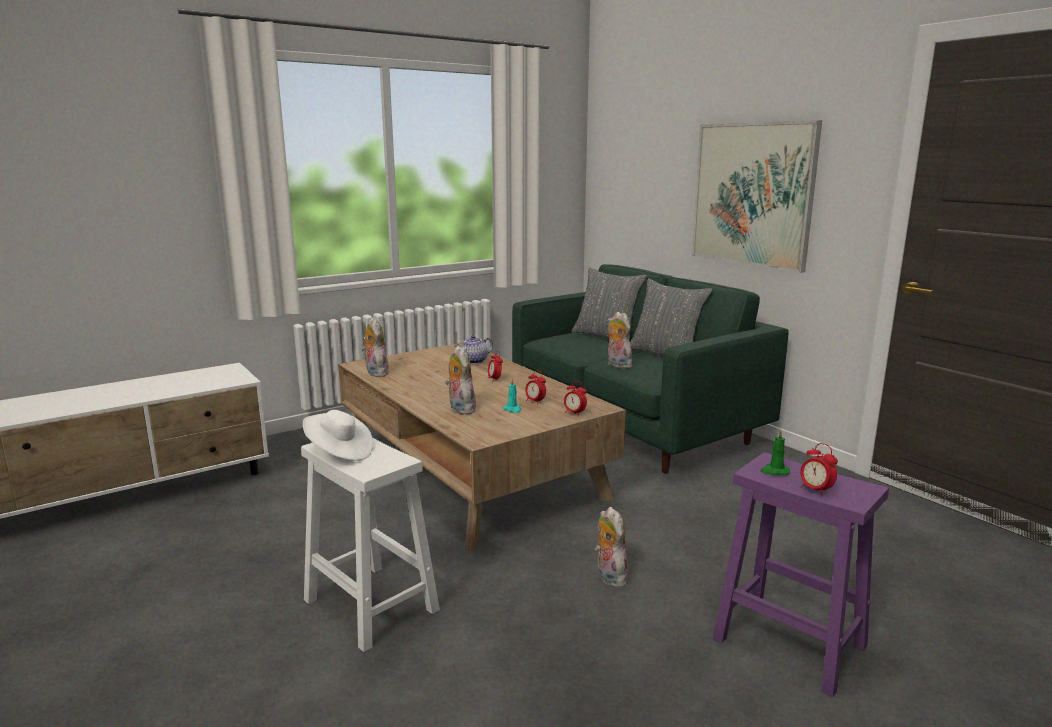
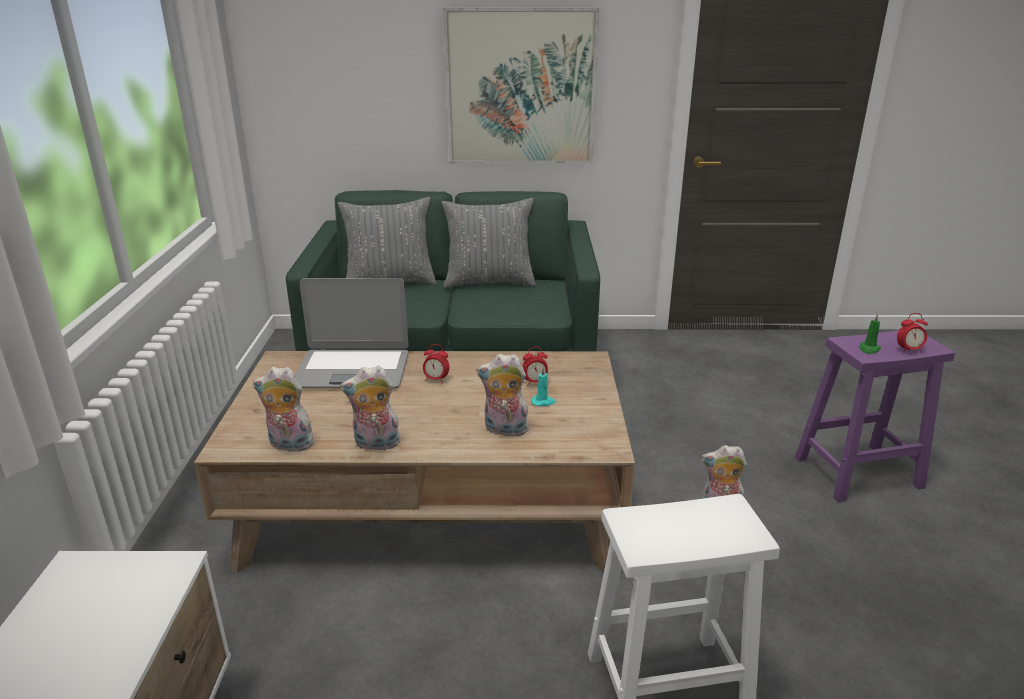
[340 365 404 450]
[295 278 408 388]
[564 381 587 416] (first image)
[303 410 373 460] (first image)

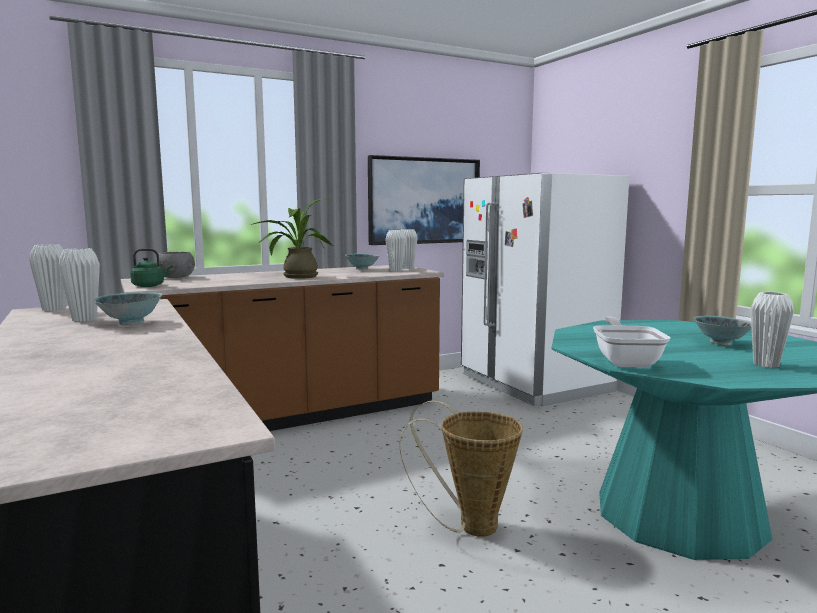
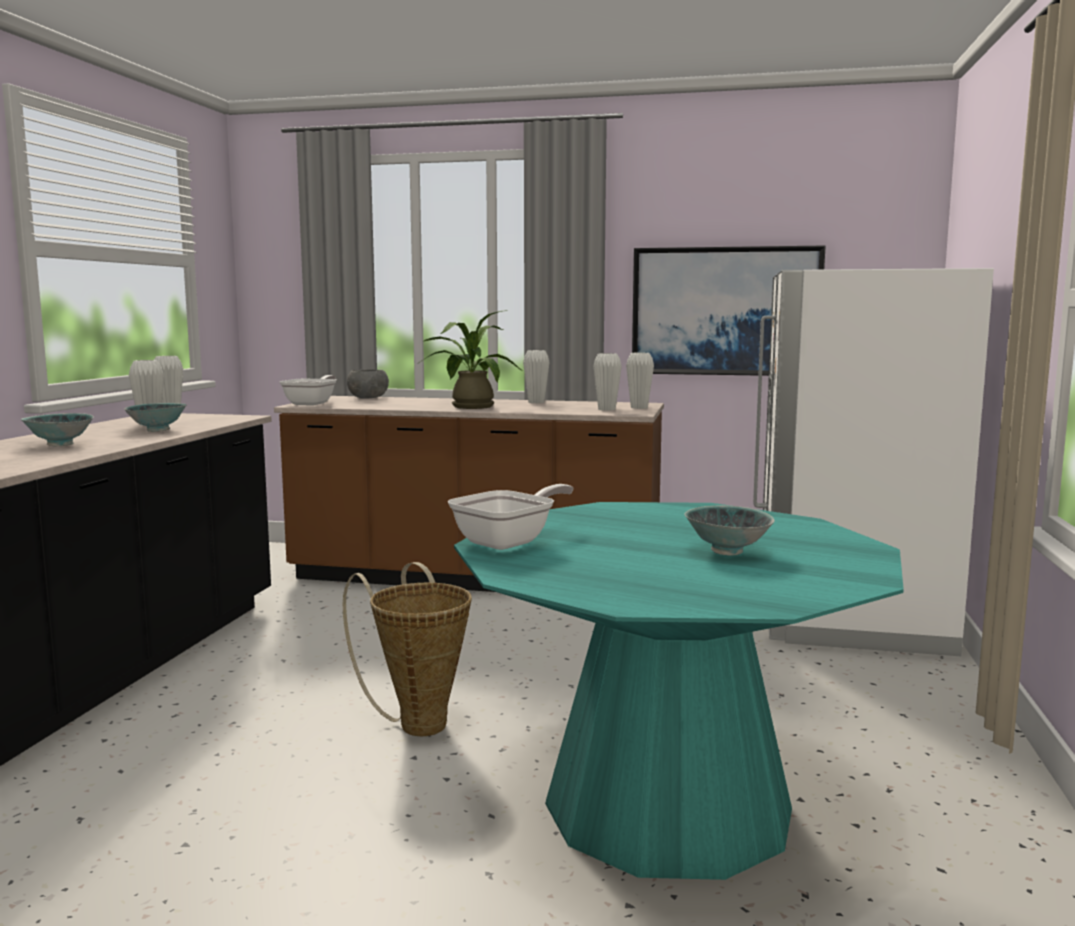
[279 375 336 406]
[21 413 94 446]
[523 350 550 403]

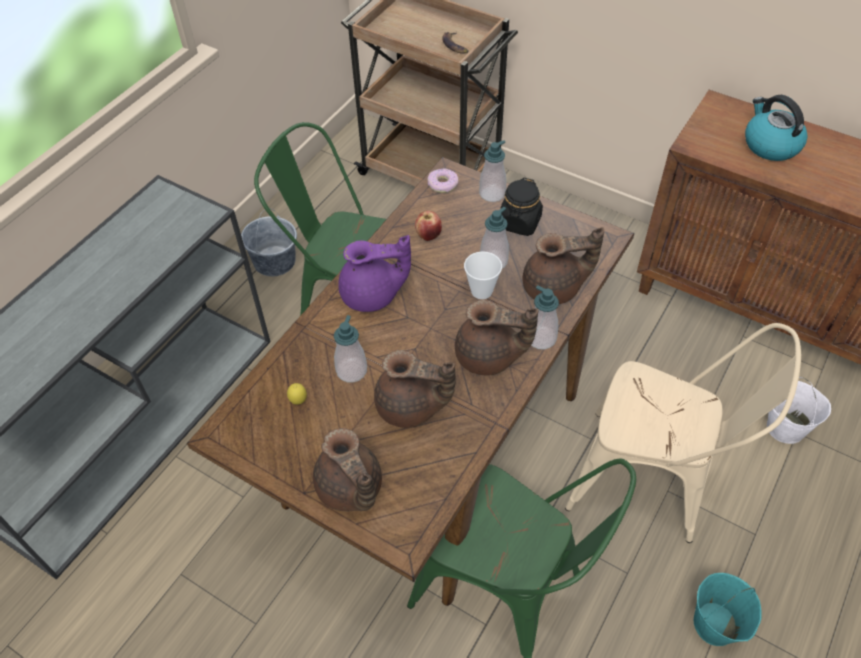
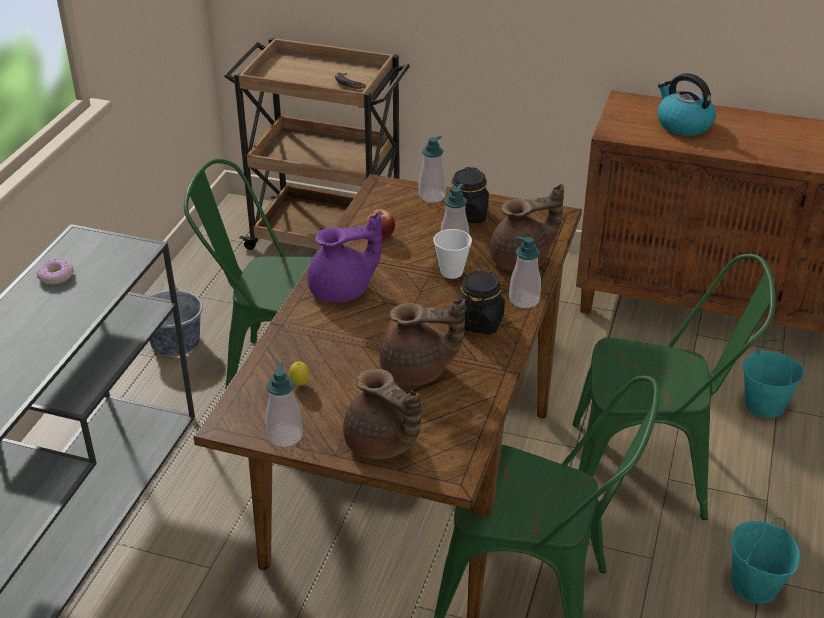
[36 259 73 284]
[458 270 505 334]
[266 362 303 447]
[572 254 776 520]
[743 340 805 418]

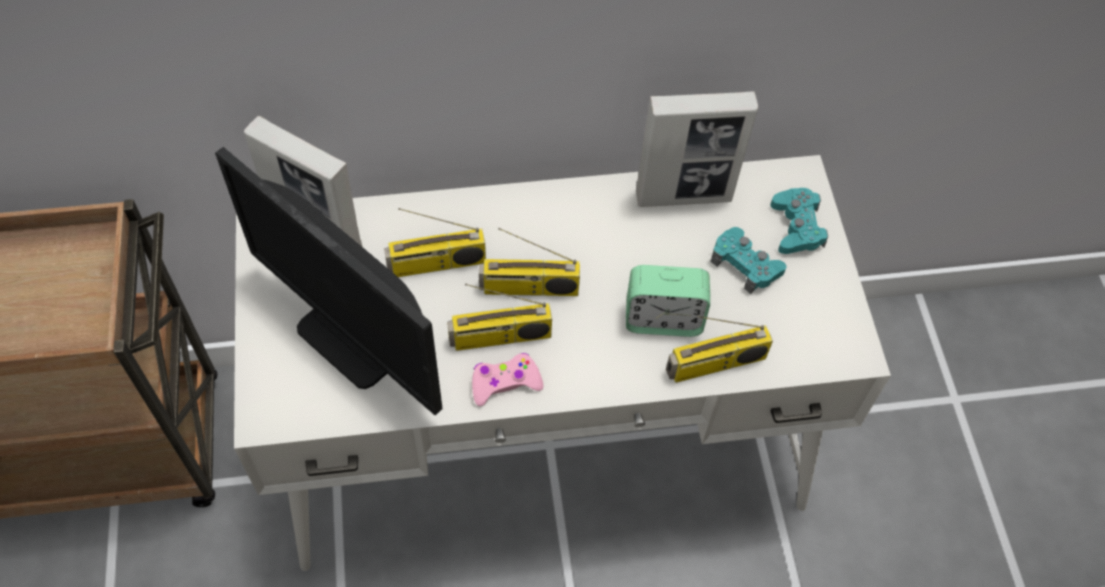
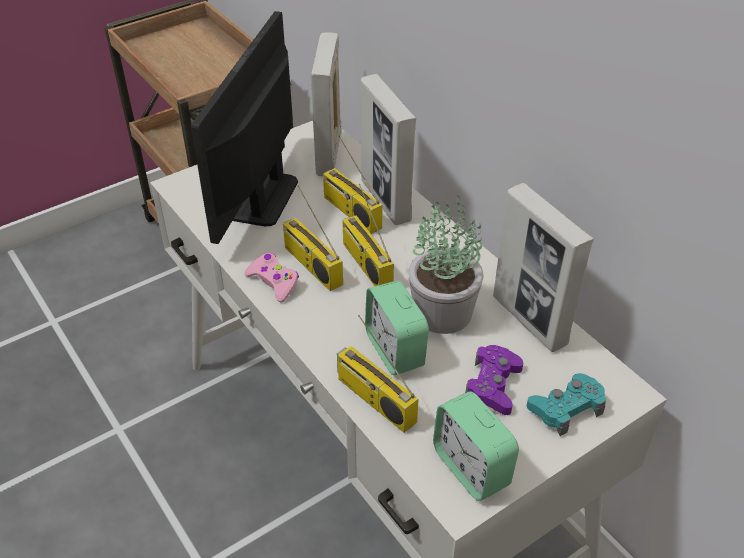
[465 345 523 415]
[361 74 416 225]
[409 195 484 334]
[433 391 519 501]

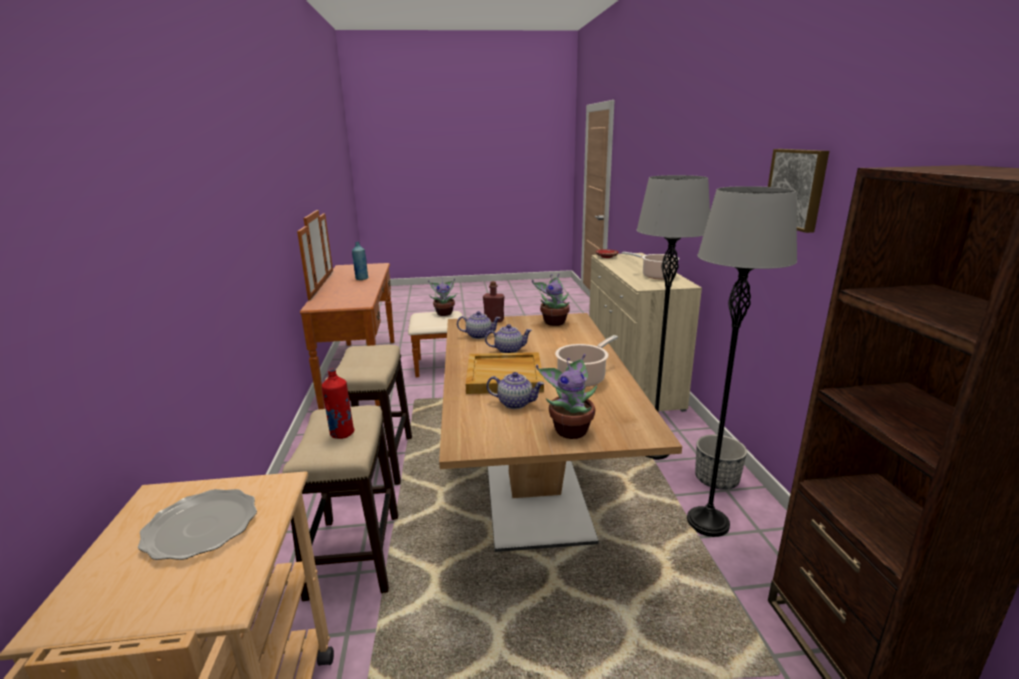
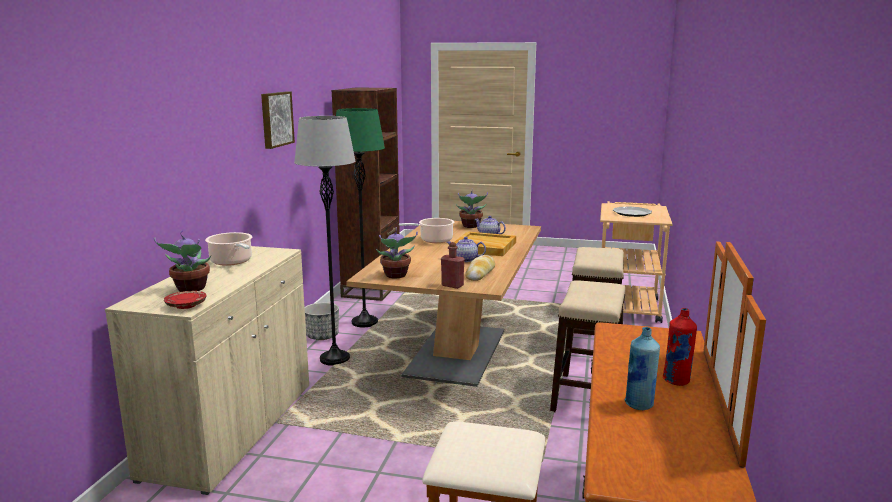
[336 108 385 327]
[154 231 211 292]
[465 255 495 281]
[663 308 697 386]

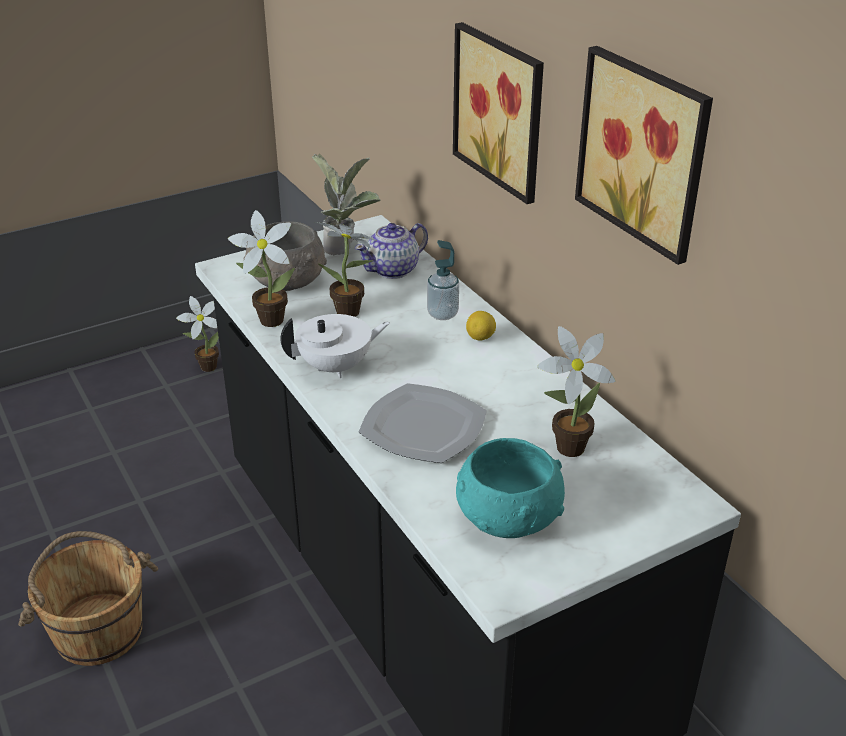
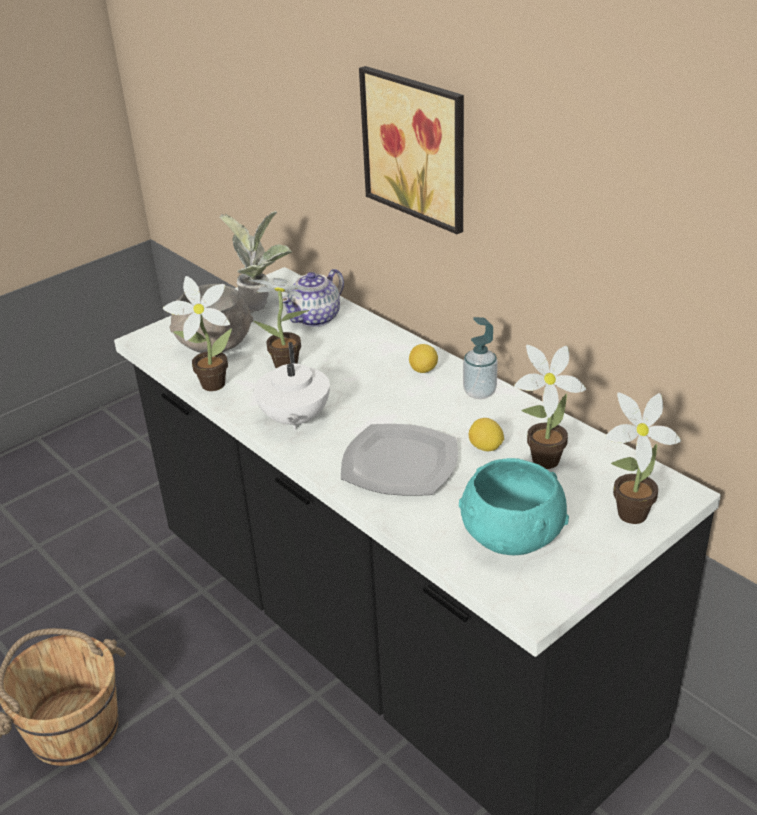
[575 46 713 265] (first image)
[463 317 498 399]
[605 393 681 524]
[254 342 330 431]
[469 418 504 451]

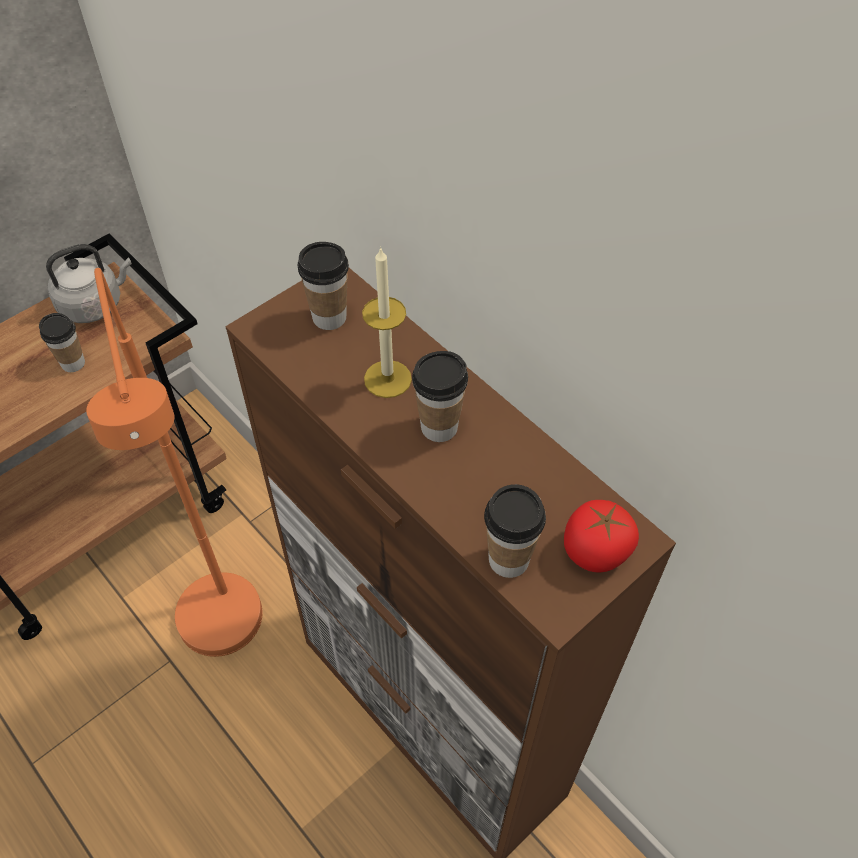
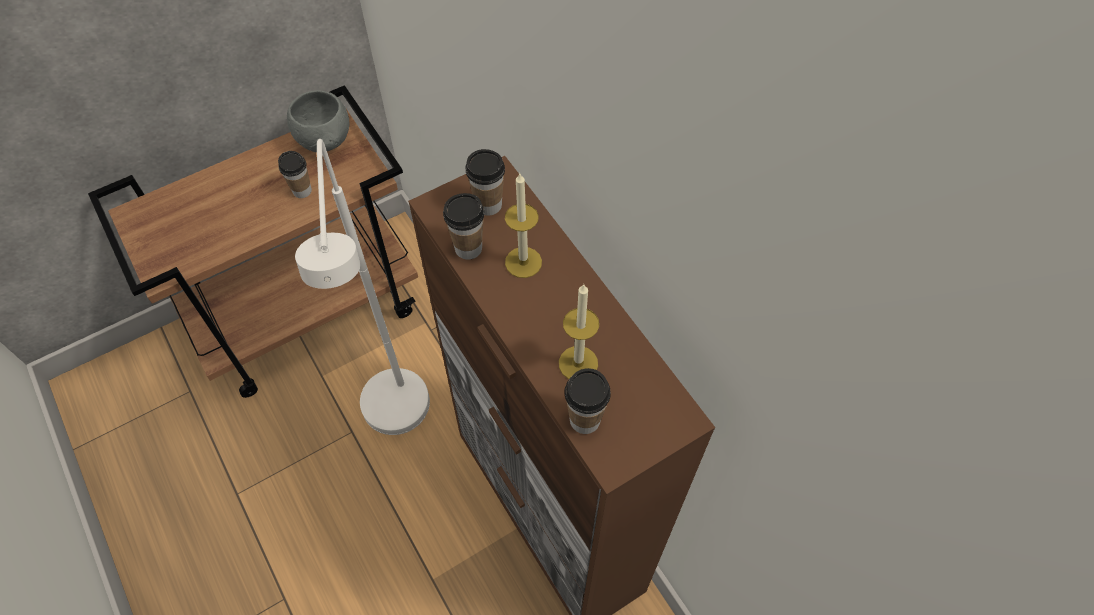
[287 90 349 152]
[295 139 430 435]
[443 193 484 260]
[564 500 639 572] (first image)
[559 284 599 379]

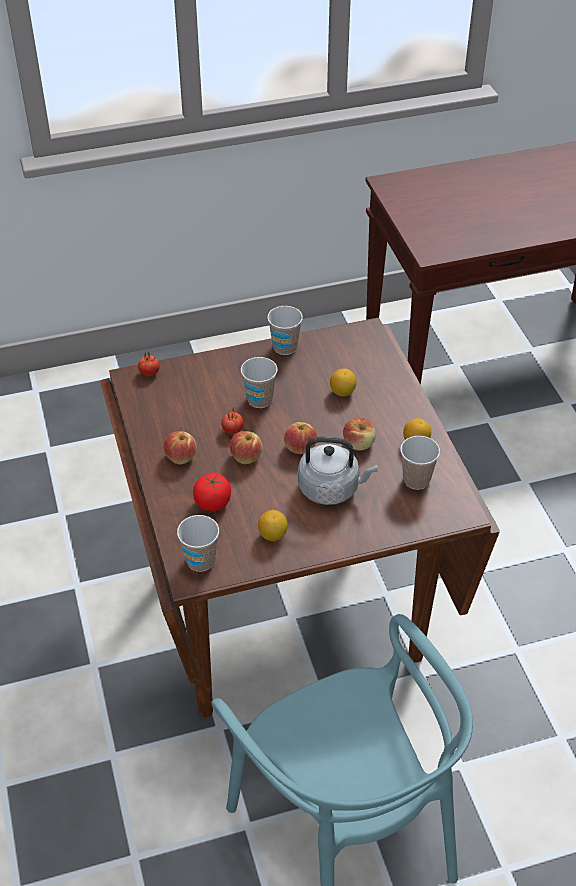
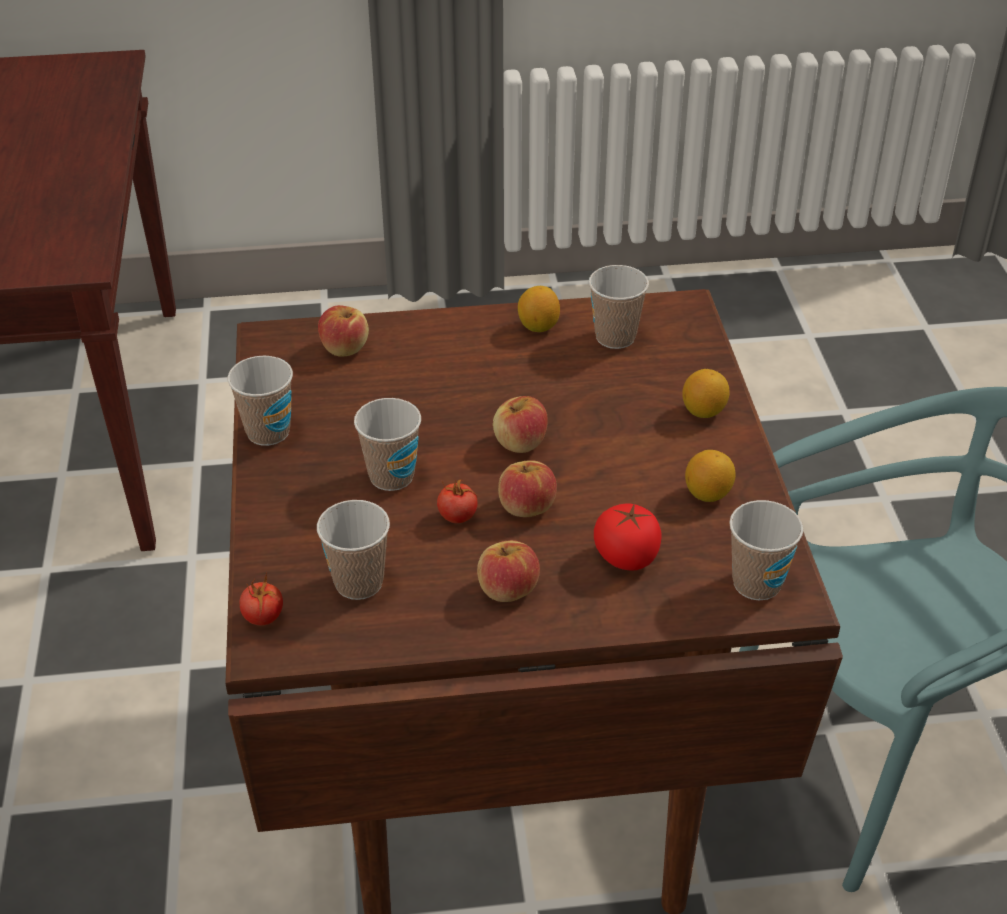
[682 369 730 418]
[318 305 369 357]
[298 437 378 505] (first image)
[317 500 390 600]

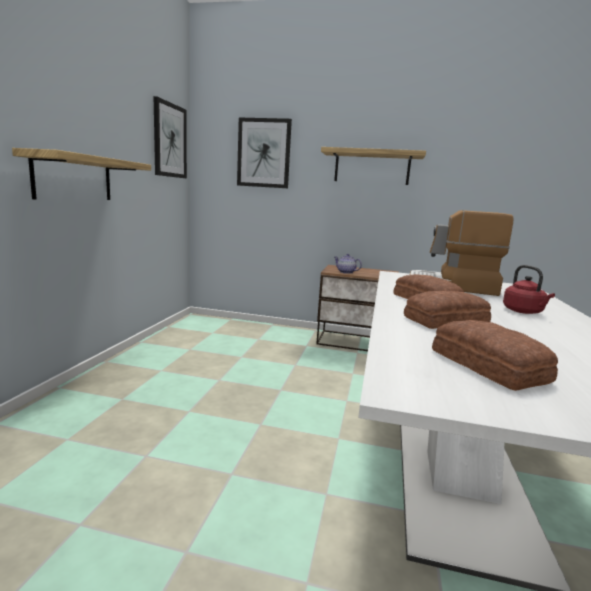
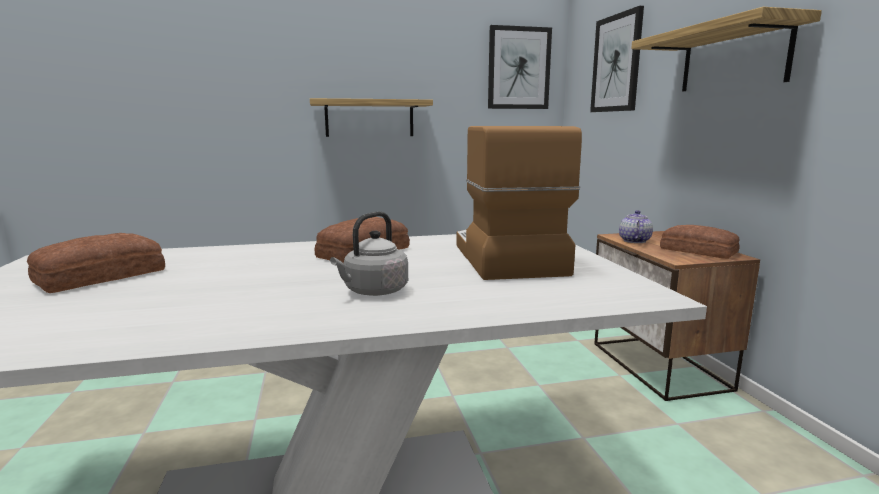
[330 212 408 296]
[660 225 740 259]

